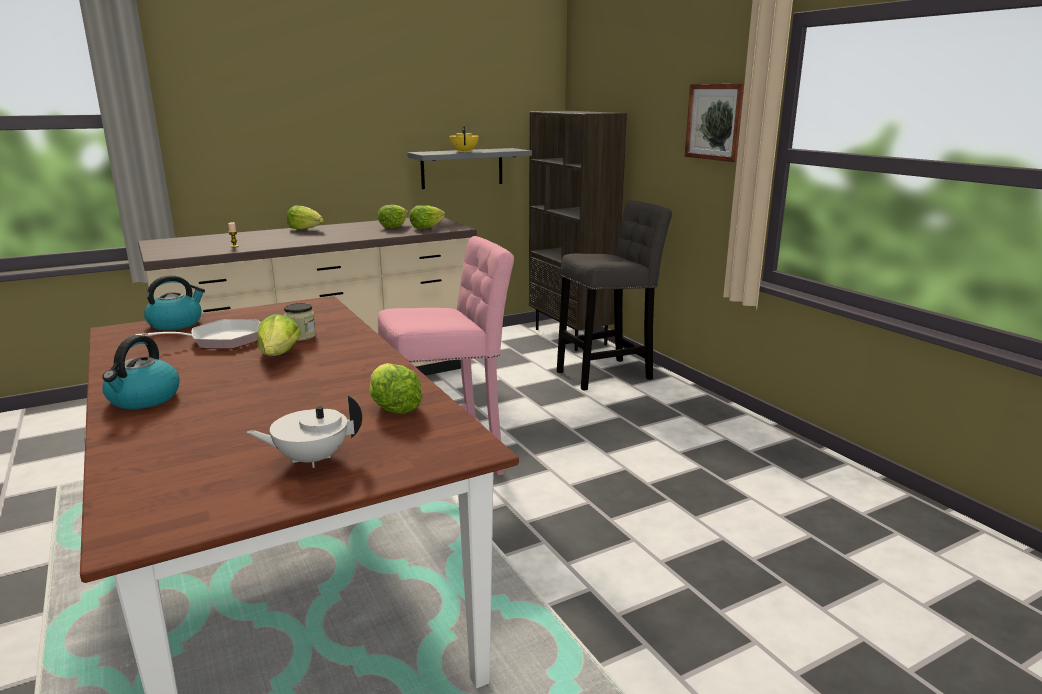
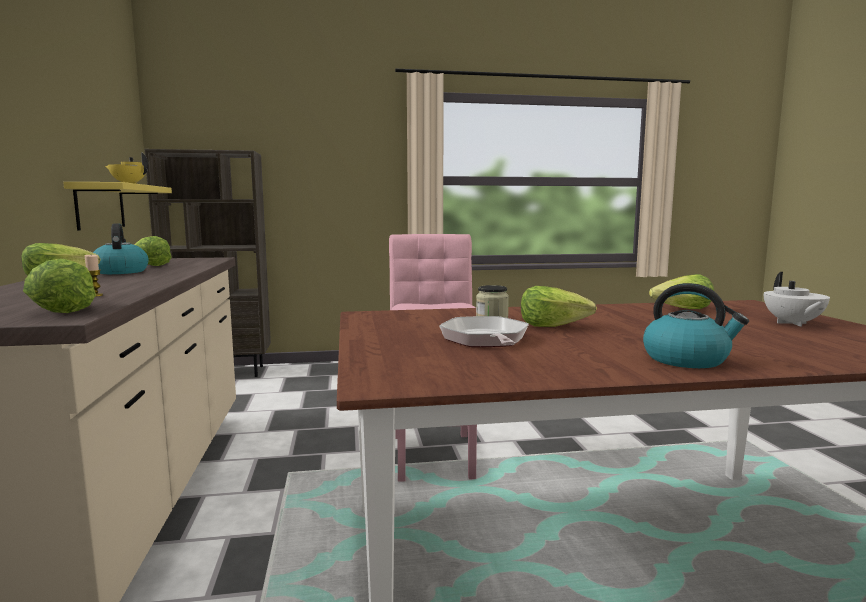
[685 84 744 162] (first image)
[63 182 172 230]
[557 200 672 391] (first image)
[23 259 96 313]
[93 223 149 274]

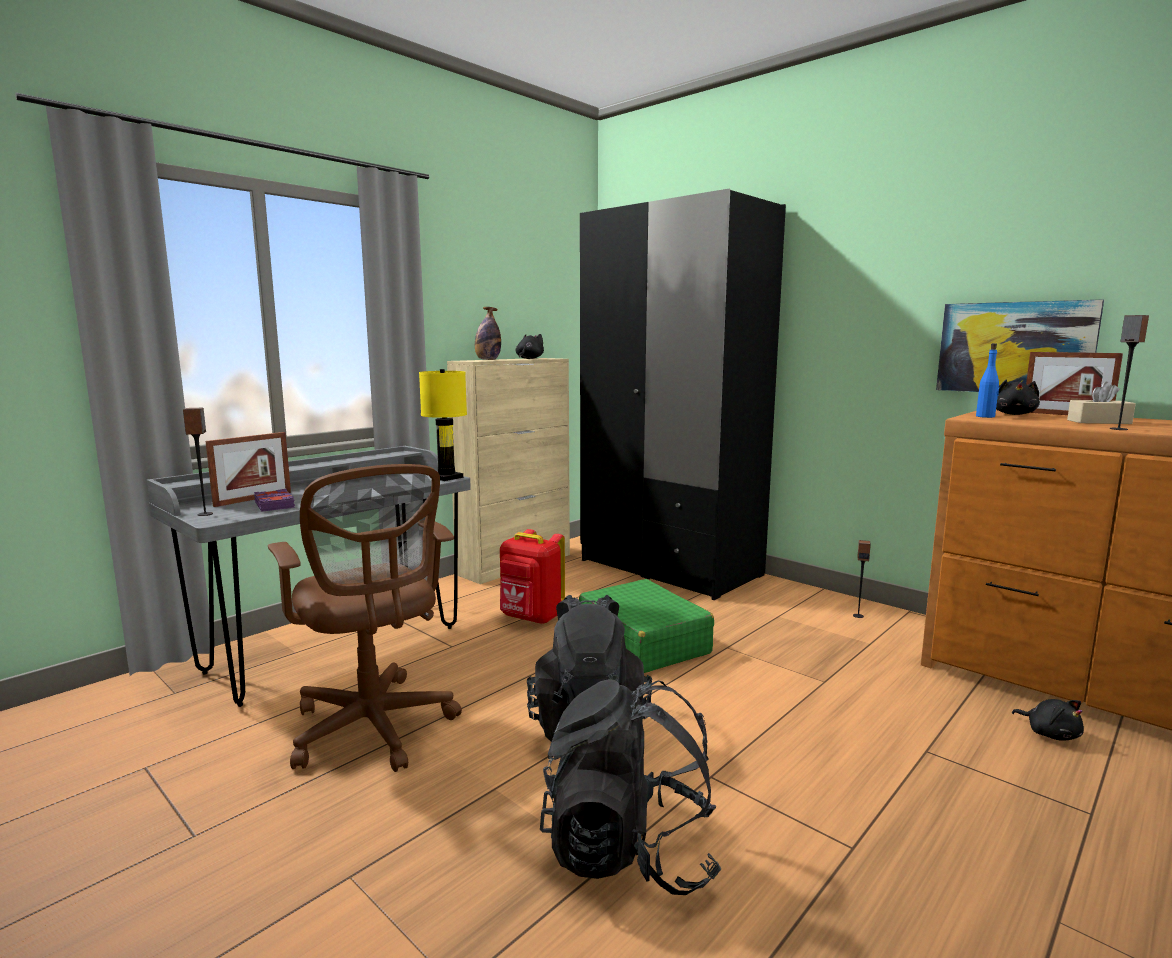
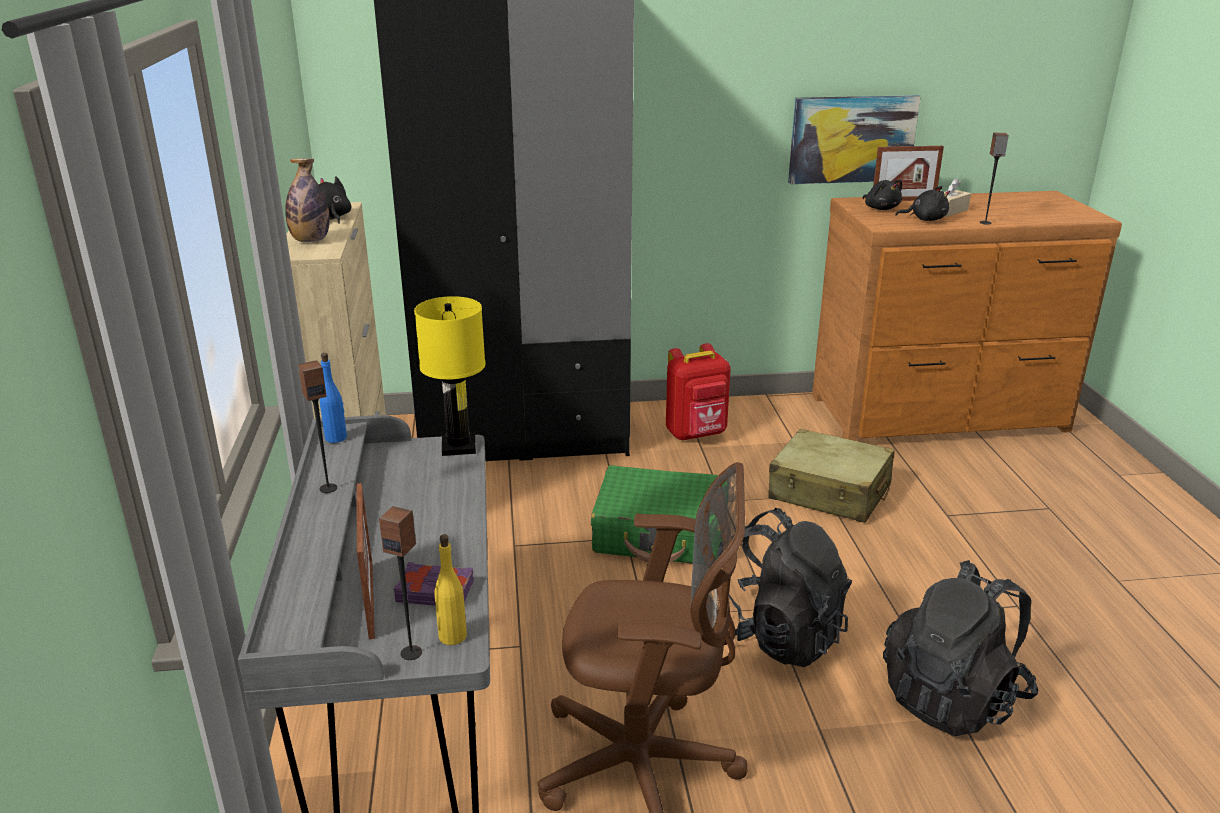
[320 353 347 443]
[666 343 731 441]
[298 360 337 493]
[895 186 950 221]
[768 429 895 523]
[435 534 467 645]

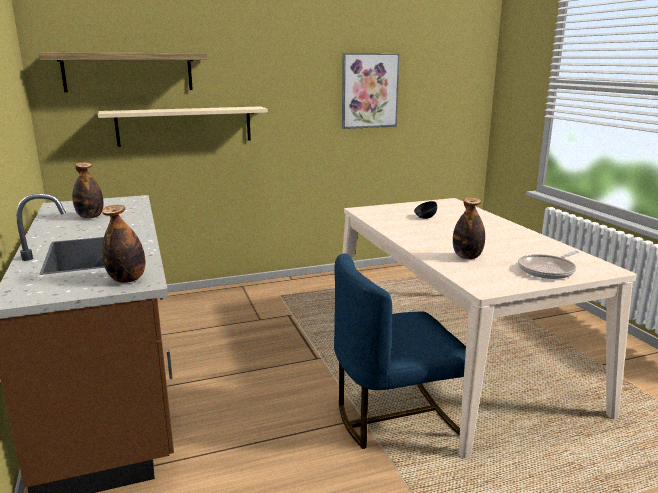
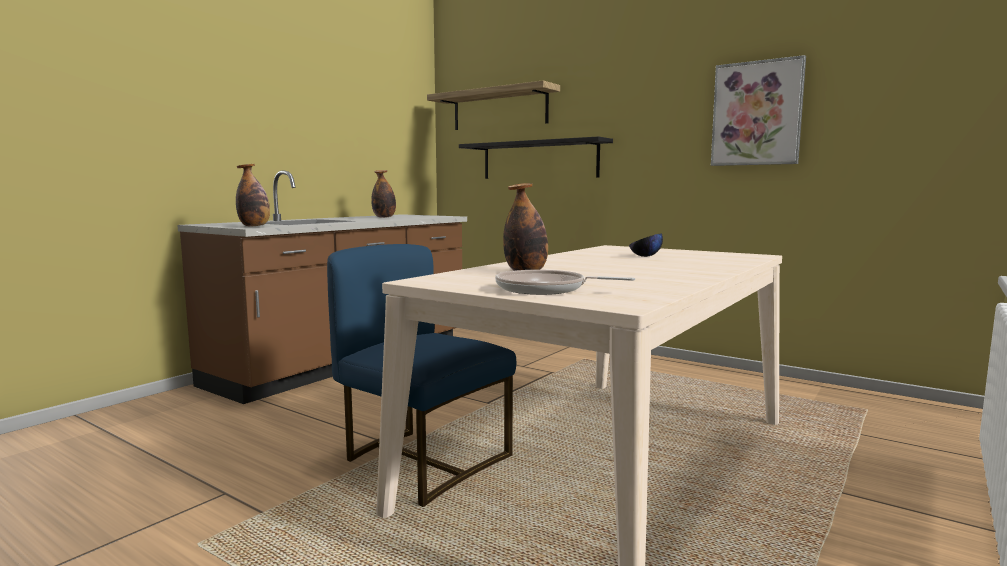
[459 136 613 179]

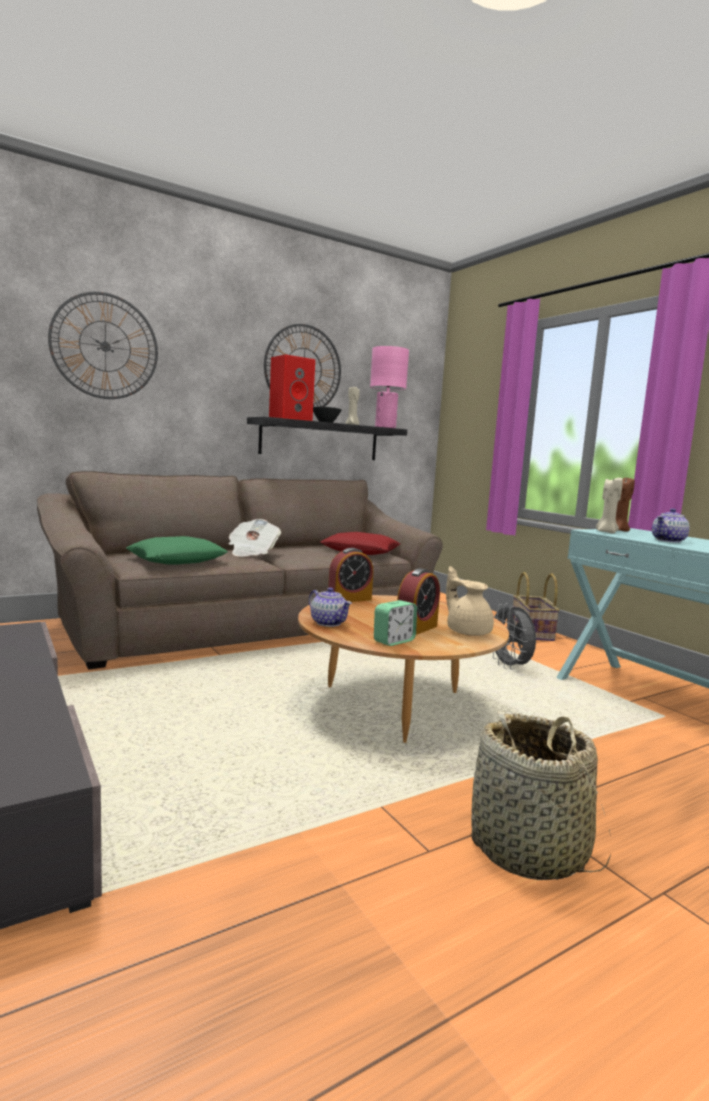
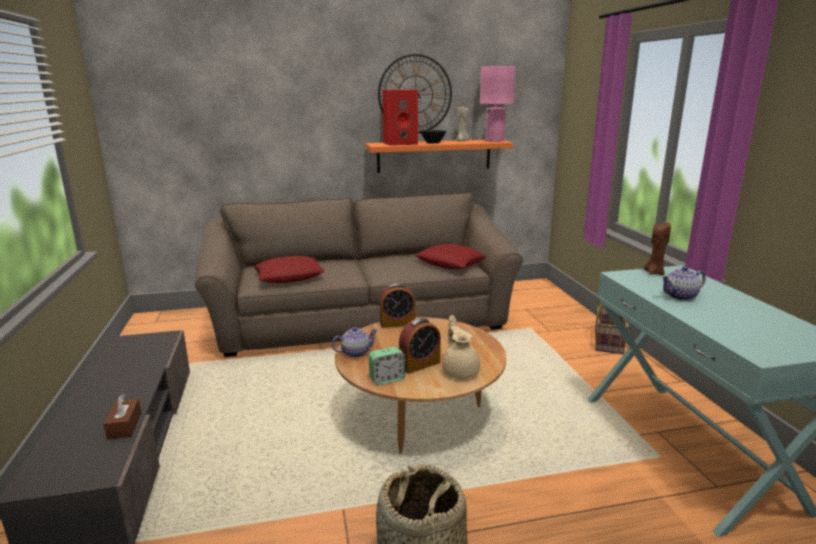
[48 292 158 399] (first image)
[366 140 513 173]
[596 478 623 534] (first image)
[229 519 281 557] (first image)
[253 256 324 283]
[332 327 378 358]
[493 603 536 670] (first image)
[104 394 141 440]

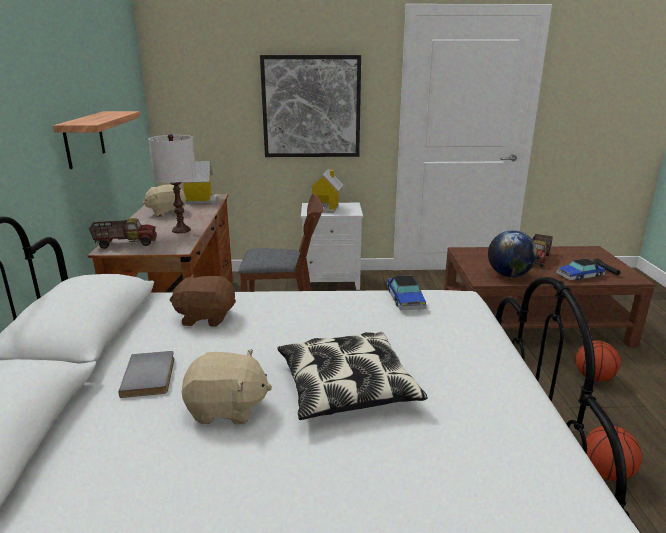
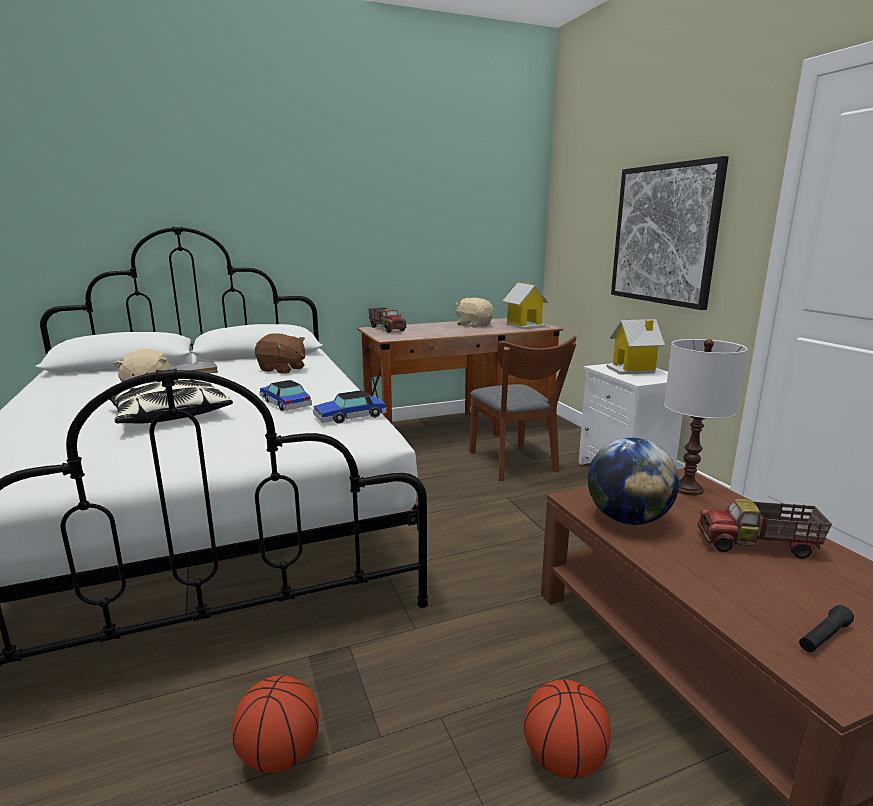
[53 111 140 169] (first image)
[664 339 747 495]
[259 380 312 411]
[255 333 306 374]

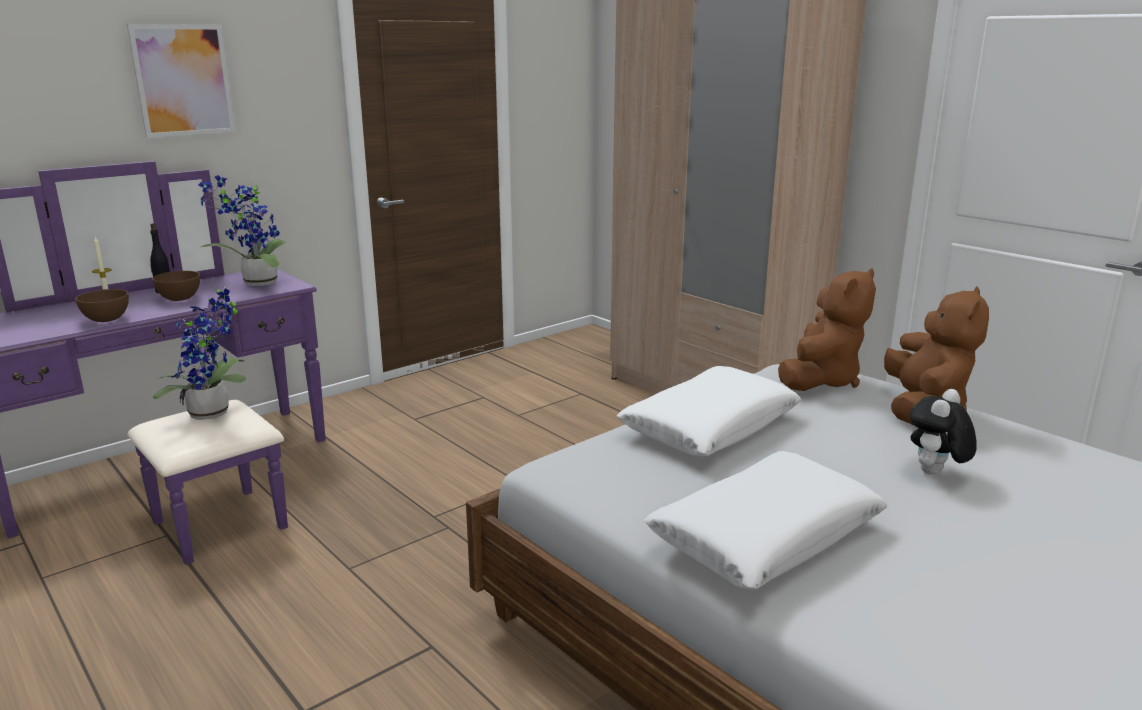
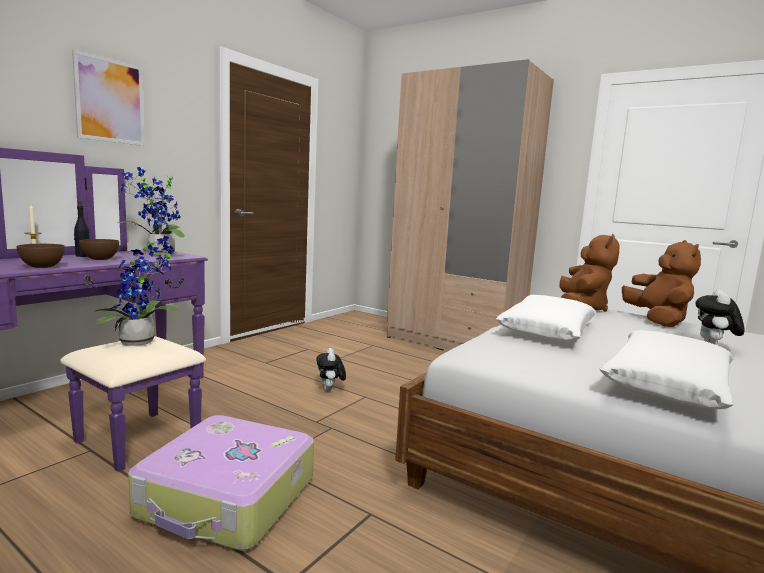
[316 348 346 391]
[128 415 314 550]

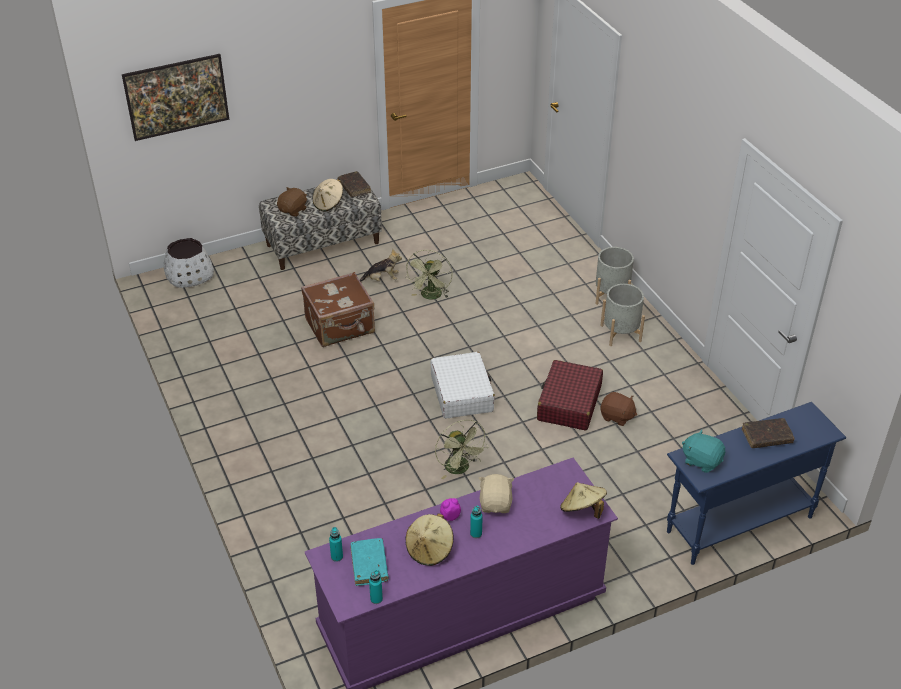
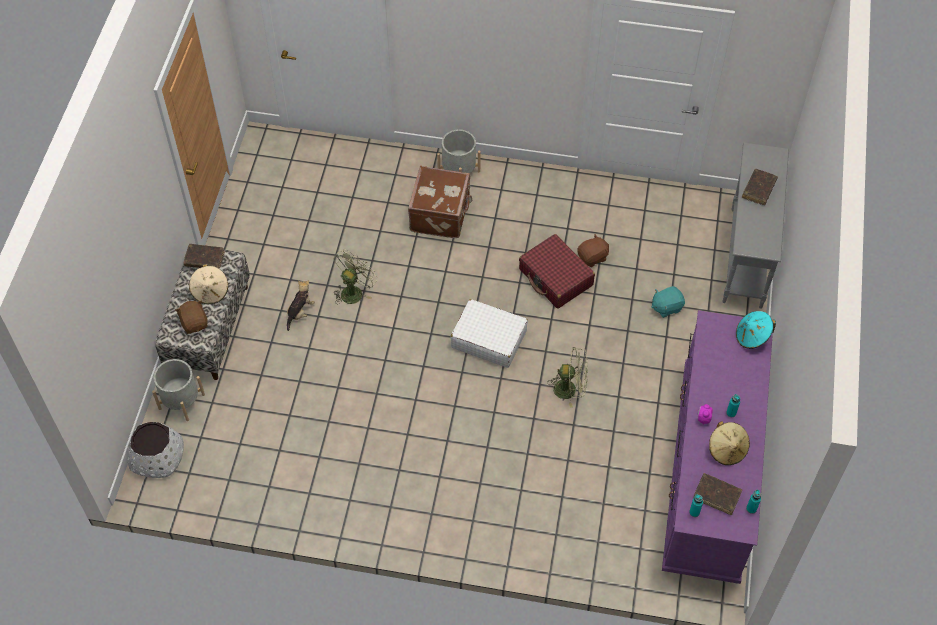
[122 54 229 141] (first image)
[333 249 378 305]
[408 166 472 238]
[152 359 205 421]
[722 143 789 309]
[651 286 685 318]
[479 474 514 513] (first image)
[736 311 776 349]
[693 473 742 515]

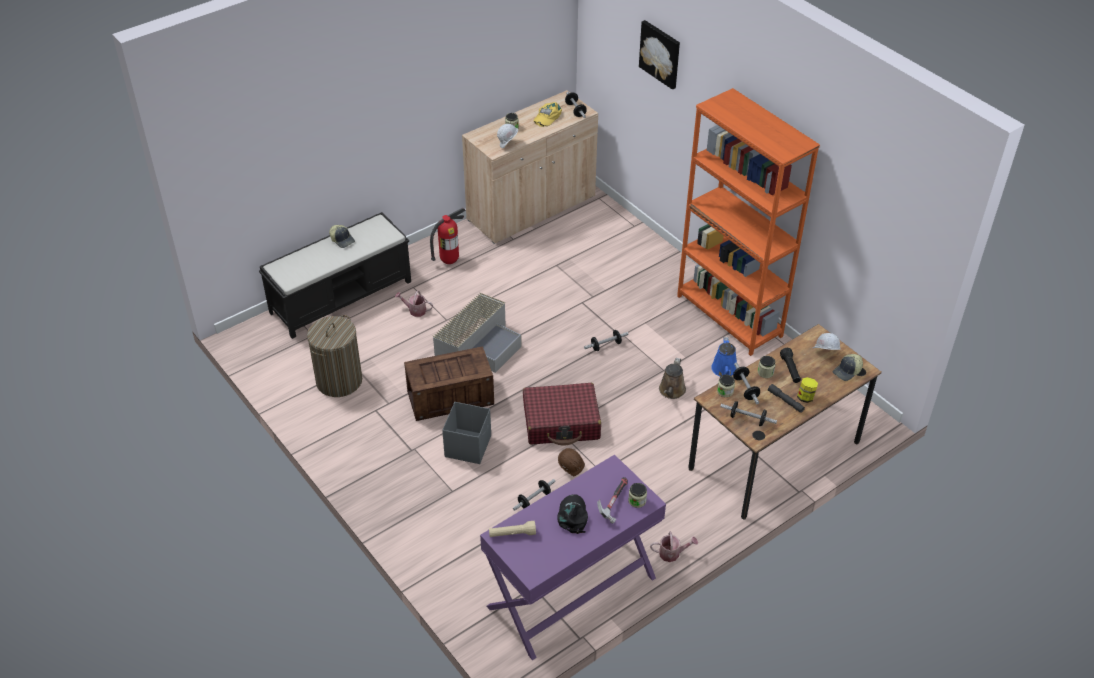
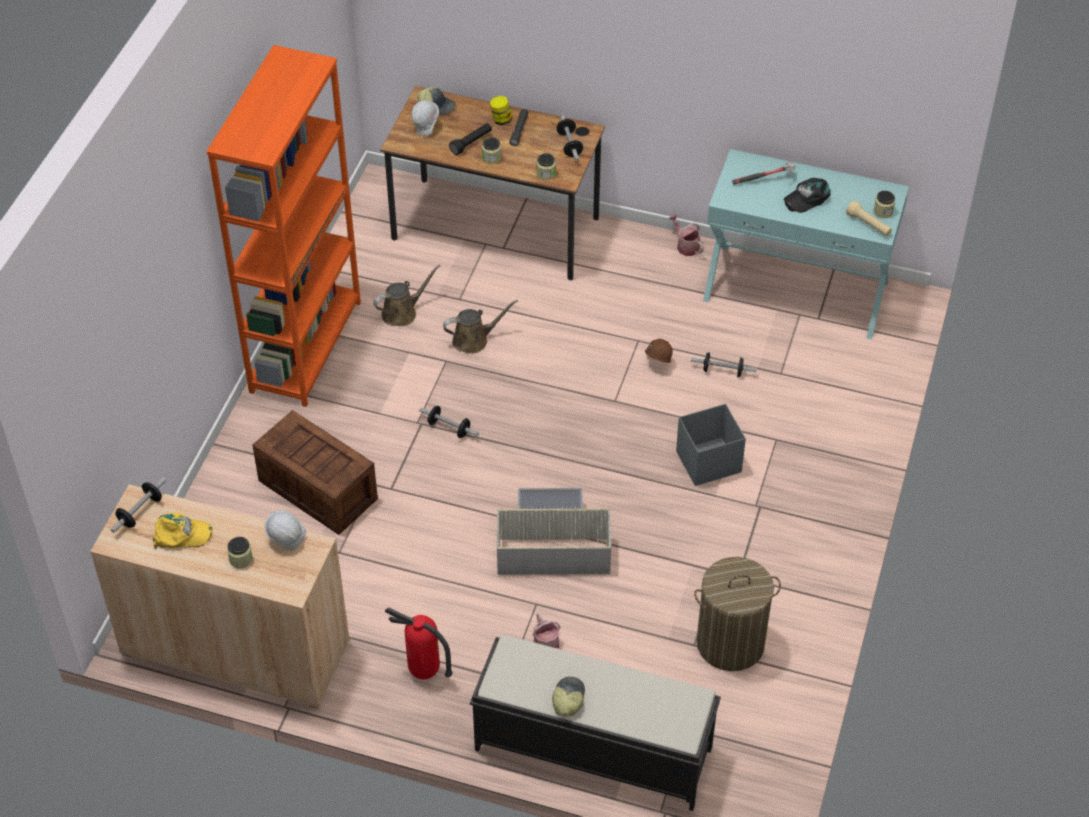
[639 20 680 90] (first image)
[373 265 440 326]
[252 410 378 535]
[733 363 760 404] (first image)
[523 383 601 445] (first image)
[703 149 909 339]
[874 191 895 218]

